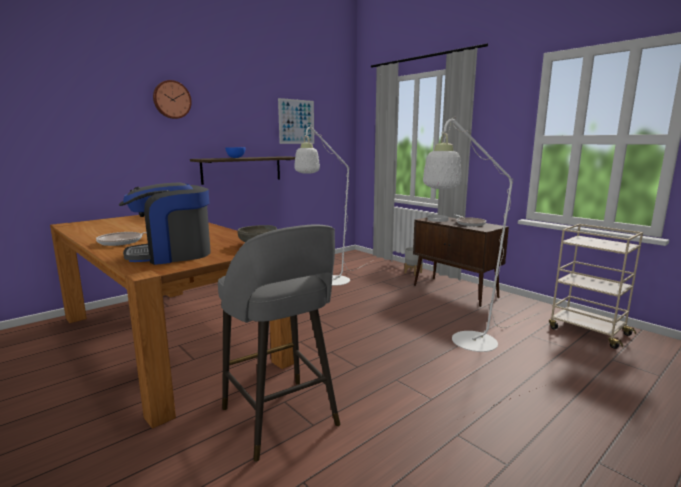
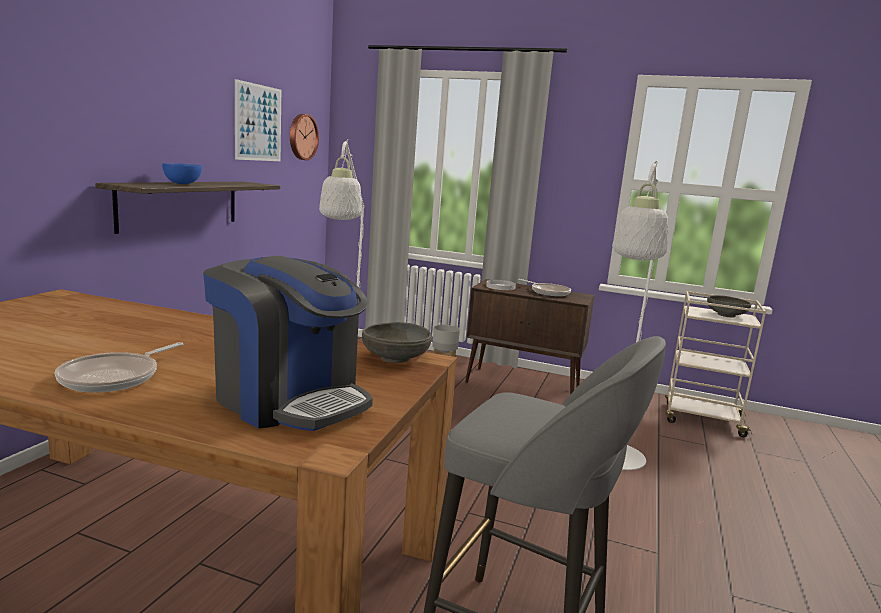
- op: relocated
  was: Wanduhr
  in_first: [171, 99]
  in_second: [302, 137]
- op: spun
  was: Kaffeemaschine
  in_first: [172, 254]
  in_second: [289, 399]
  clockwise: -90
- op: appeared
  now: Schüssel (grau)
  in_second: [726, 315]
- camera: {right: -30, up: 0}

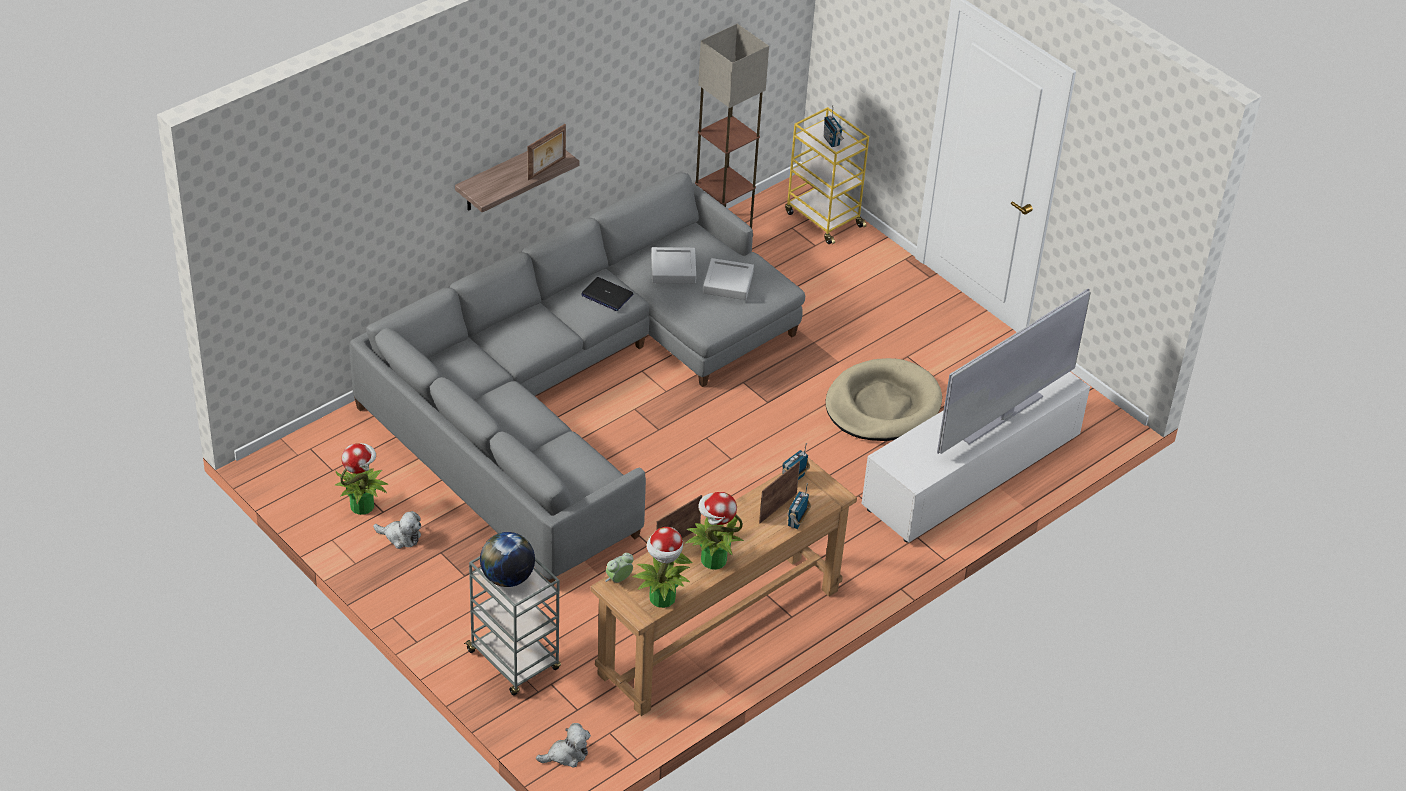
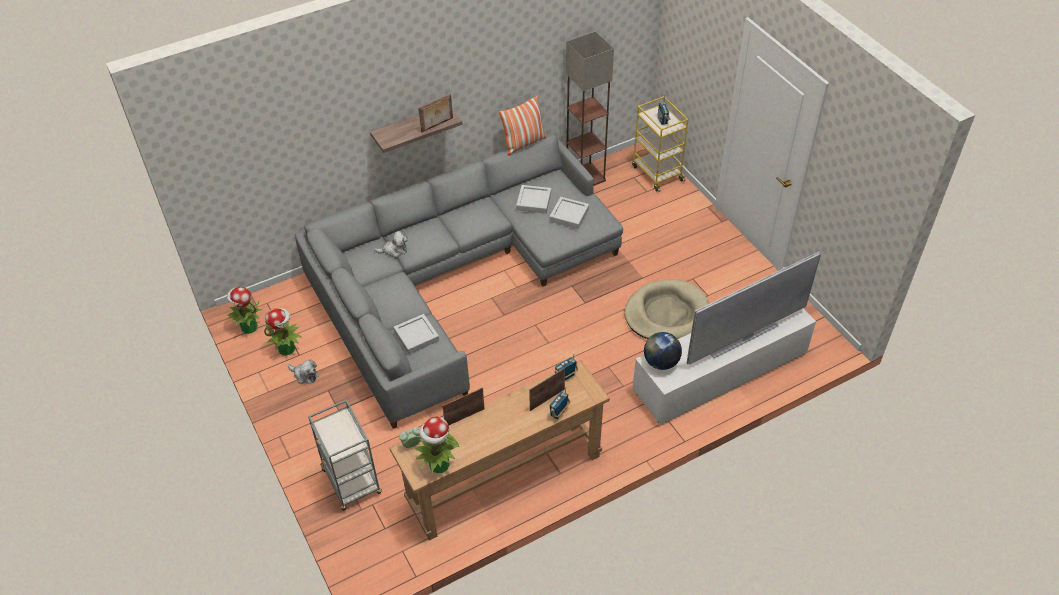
- op: missing
  was: Laptop
  in_first: [606, 295]
- op: relocated
  was: Topfpflanze
  in_first: [712, 560]
  in_second: [248, 327]
- op: relocated
  was: Globus
  in_first: [507, 578]
  in_second: [661, 362]
- op: relocated
  was: Plüschtier
  in_first: [566, 754]
  in_second: [394, 250]
- op: appeared
  now: Kissen
  in_second: [524, 143]
- op: appeared
  now: Tablett (grau)
  in_second: [416, 336]
- camera: {right: 15, up: 5}

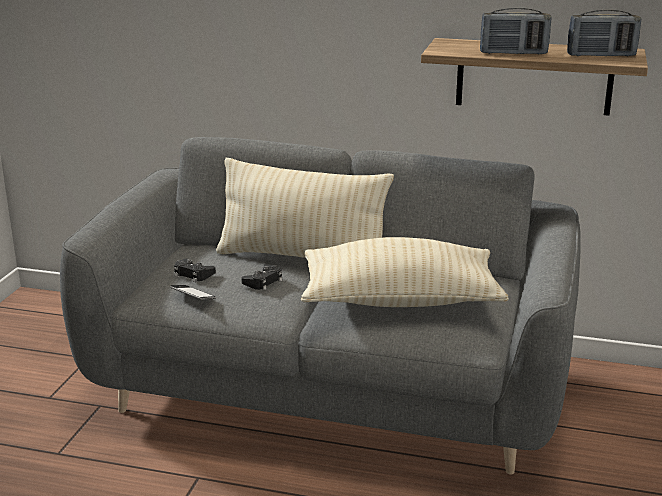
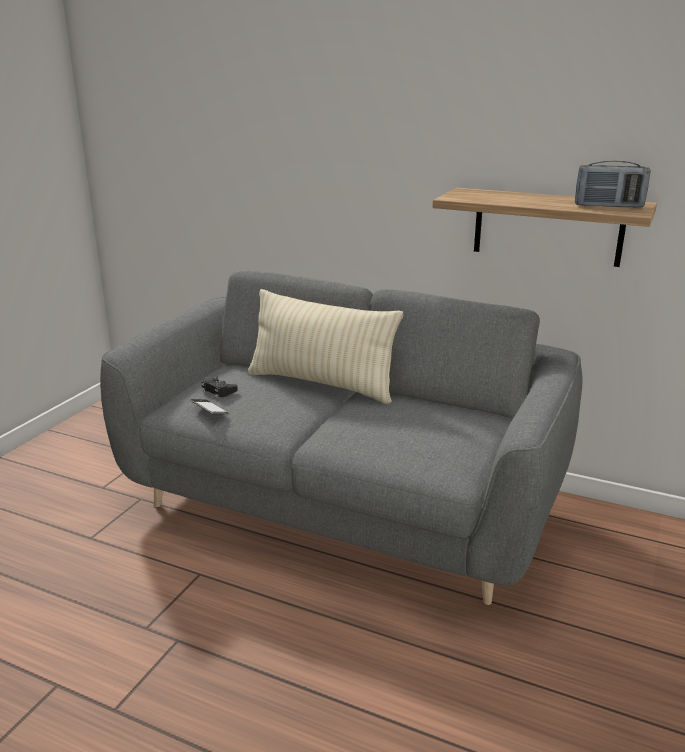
- op: missing
  was: Radio
  in_first: [513, 53]
- op: missing
  was: Kissen (beige)
  in_first: [400, 300]
- op: missing
  was: Gamepad (schwarz)
  in_first: [263, 282]
- camera: {right: 10, up: 0}

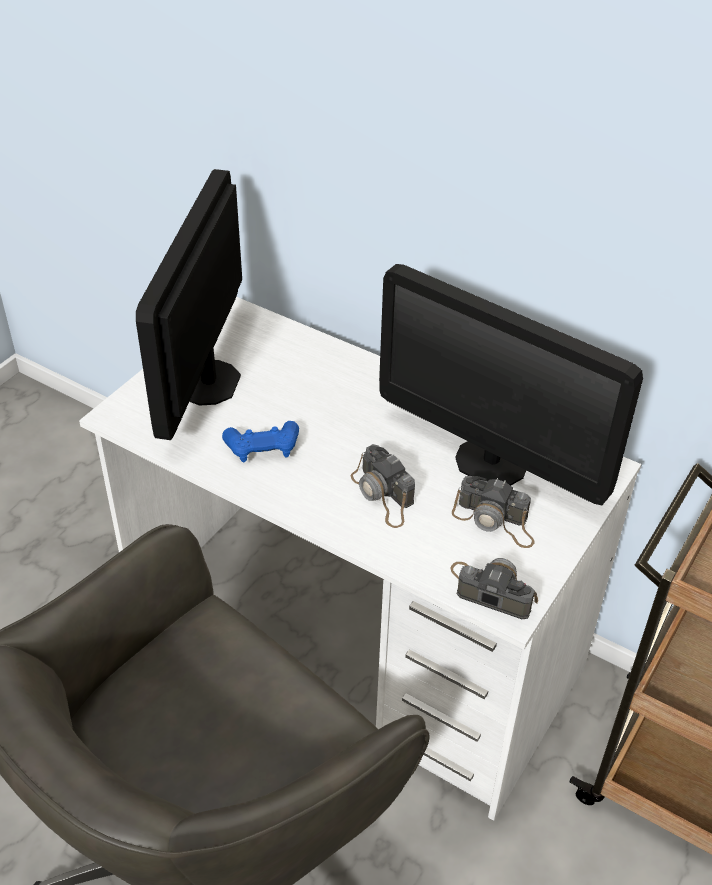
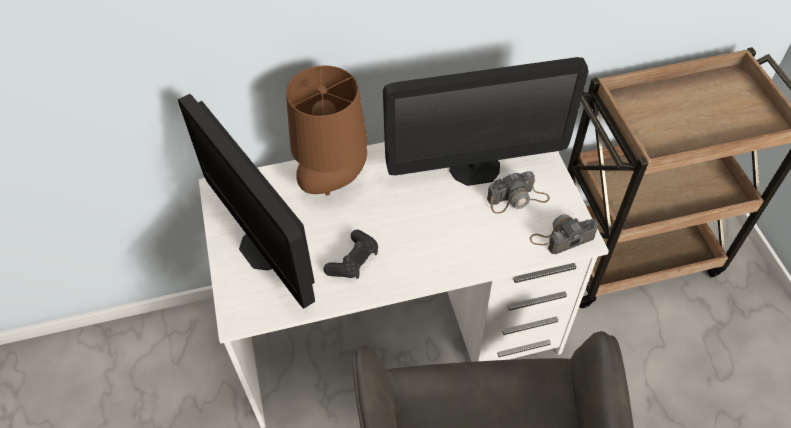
- op: colour
  was: Gamepad (blau)
  now: Gamepad (schwarz)
  in_first: [262, 448]
  in_second: [353, 261]
- op: missing
  was: Kamera
  in_first: [383, 495]
- op: appeared
  now: Tischlampe (braun)
  in_second: [334, 185]
- camera: {right: -45, up: 10}

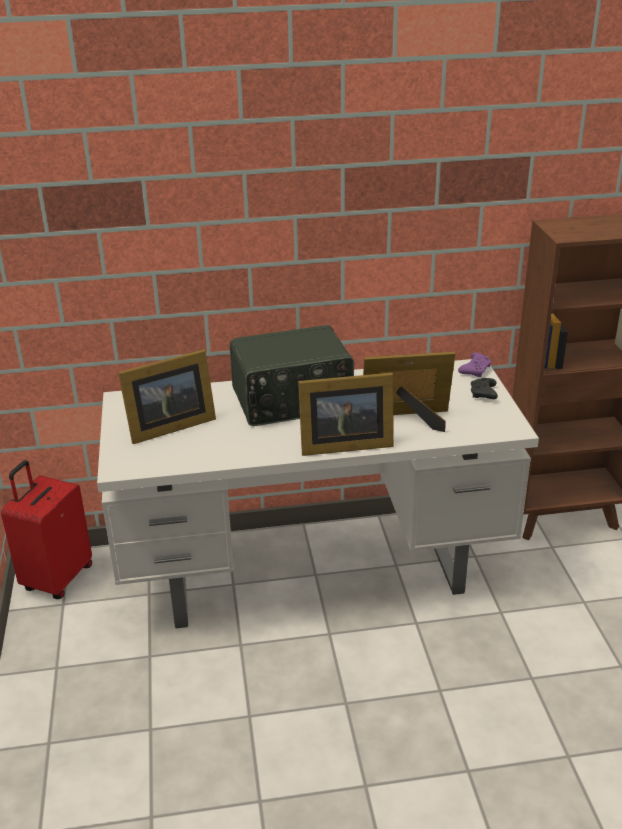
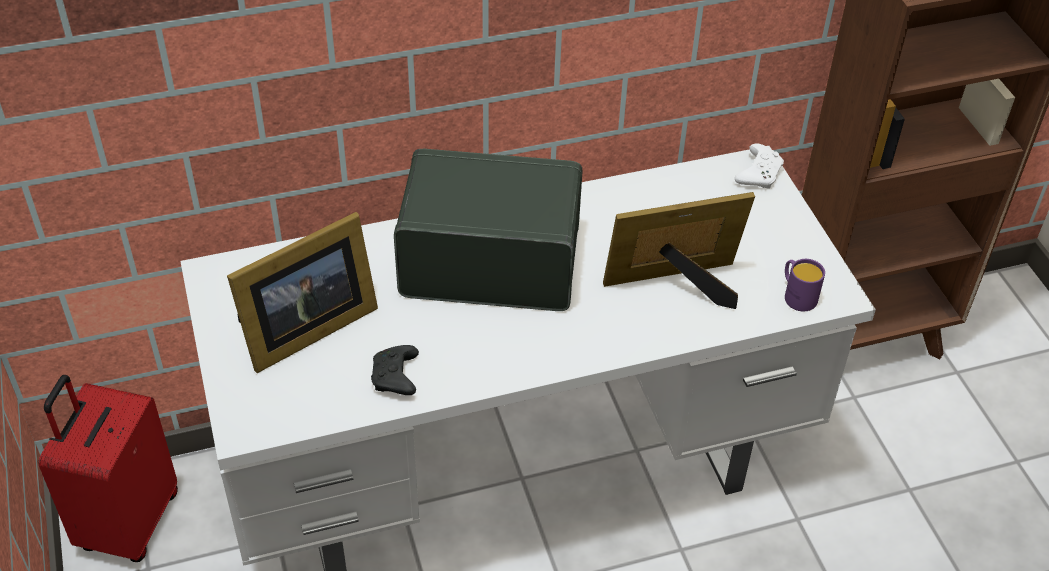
- op: spun
  was: Radio
  in_first: [292, 401]
  in_second: [490, 260]
  clockwise: -150
- op: colour
  was: Gamepad (lila)
  now: Gamepad (weiß)
  in_first: [475, 370]
  in_second: [758, 173]
- op: missing
  was: Bilderrahmen
  in_first: [342, 444]
- op: relocated
  was: Gamepad (schwarz)
  in_first: [483, 394]
  in_second: [396, 378]
- op: appeared
  now: Henkelbecher (lila)
  in_second: [796, 295]
- camera: {right: -10, up: 15}

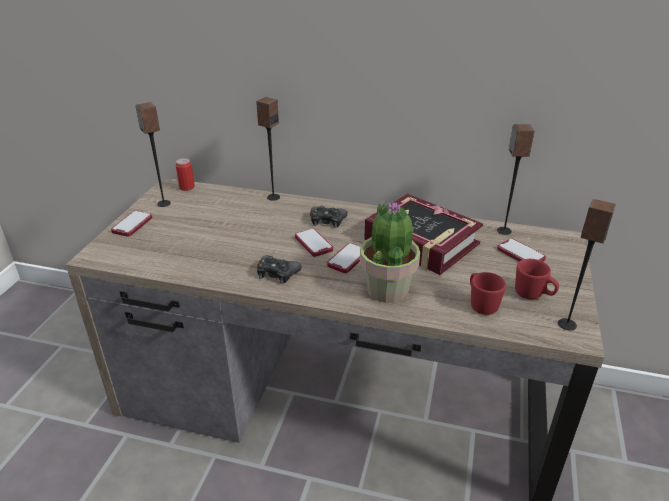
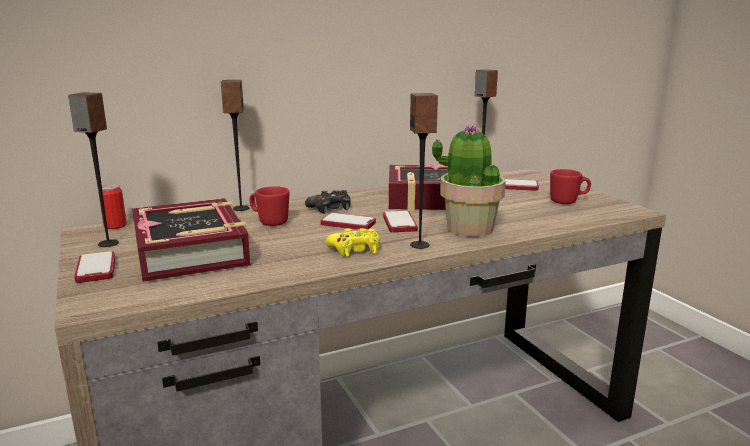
- op: relocated
  was: Lautsprecher
  in_first: [567, 324]
  in_second: [420, 245]
- op: colour
  was: Gamepad (schwarz)
  now: Gamepad (gelb)
  in_first: [277, 273]
  in_second: [355, 249]
- op: relocated
  was: Henkelbecher (rot)
  in_first: [481, 304]
  in_second: [269, 222]
- op: appeared
  now: Buch
  in_second: [192, 251]
- camera: {right: -40, up: -15}

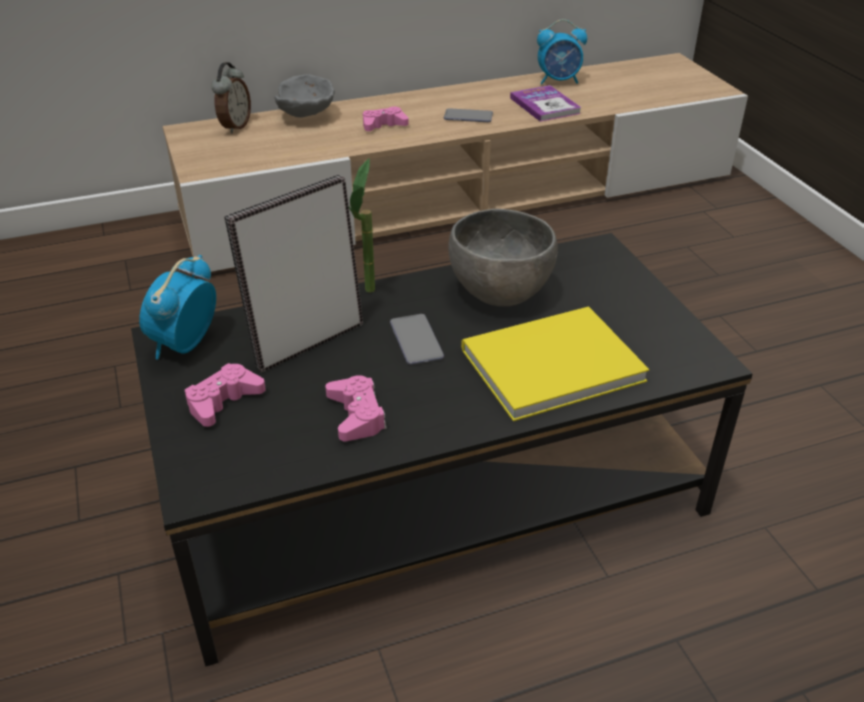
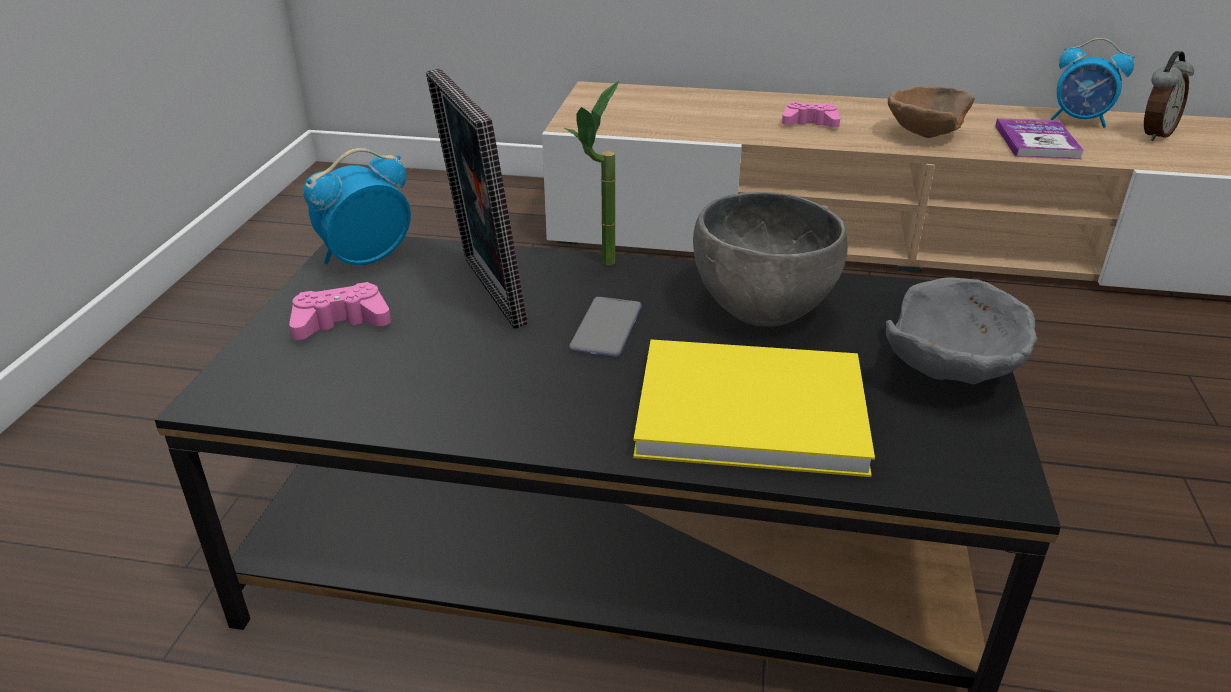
- op: relocated
  was: Wecker
  in_first: [234, 127]
  in_second: [1154, 134]
- op: relocated
  was: Schüssel (grau)
  in_first: [307, 117]
  in_second: [950, 375]
- op: exchanged
  was: Handy
  now: Schüssel (braun)
  in_first: [468, 117]
  in_second: [922, 134]
- op: spun
  was: Bilderrahmen
  in_first: [306, 342]
  in_second: [484, 293]
  clockwise: -105
- op: missing
  was: Gamepad (rosa)
  in_first: [356, 415]
- camera: {right: 30, up: -5}

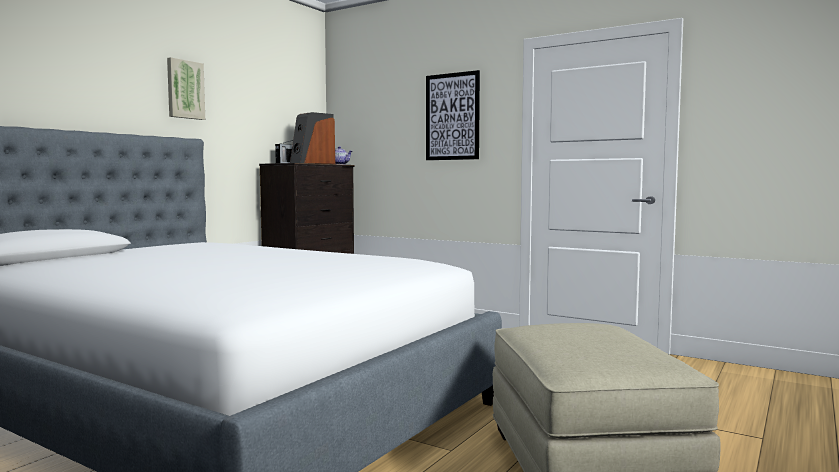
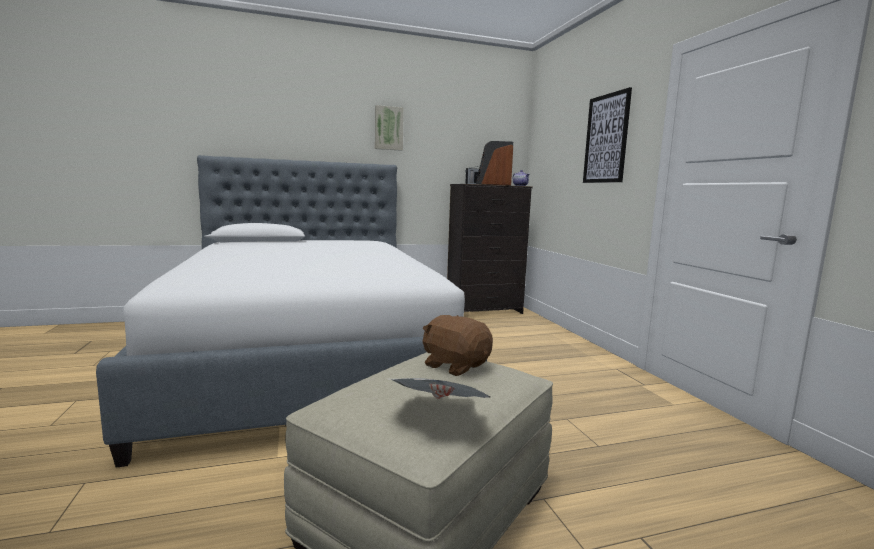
- op: appeared
  now: Plüschtier (braun)
  in_second: [455, 365]
- op: appeared
  now: Zeitung
  in_second: [440, 415]
- camera: {right: 40, up: 5}

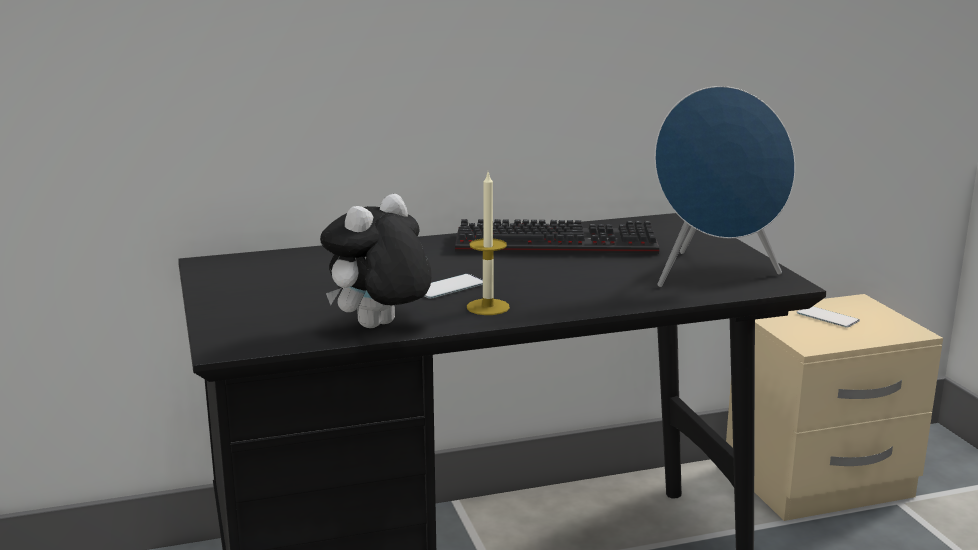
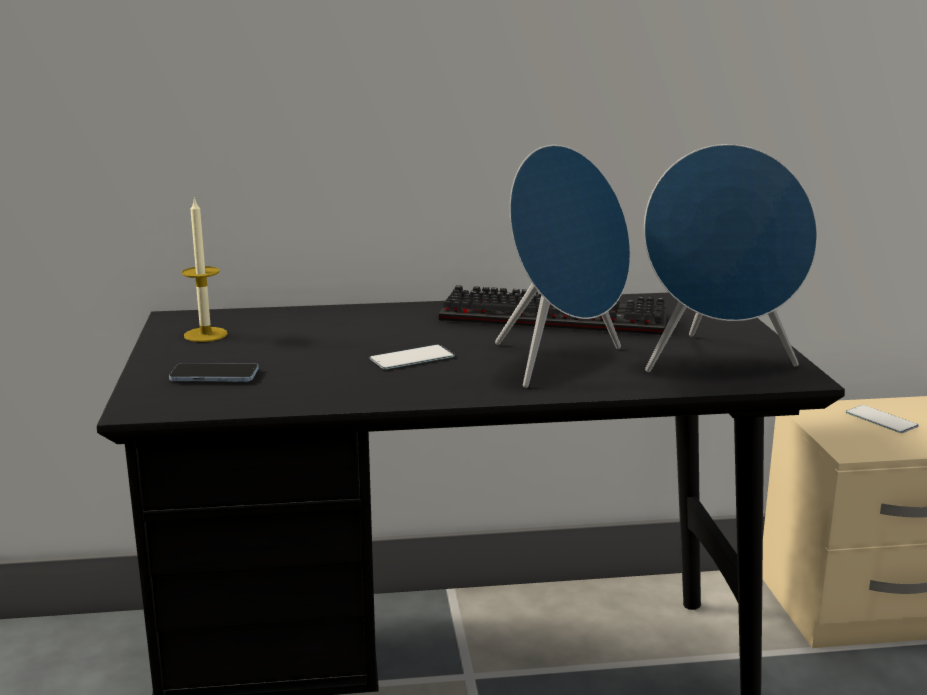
- op: relocated
  was: Kerze
  in_first: [488, 307]
  in_second: [205, 334]
- op: missing
  was: Plüschtier
  in_first: [379, 328]
- op: appeared
  now: Lautsprecher (blau)
  in_second: [561, 363]
- op: appeared
  now: Handy
  in_second: [214, 375]
- camera: {right: 10, up: 0}

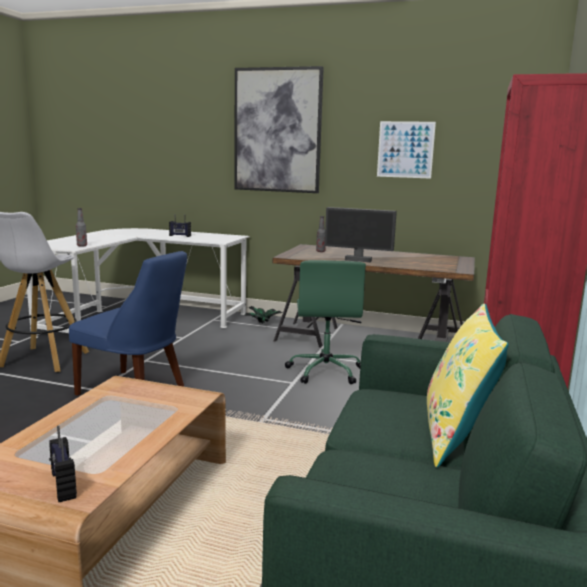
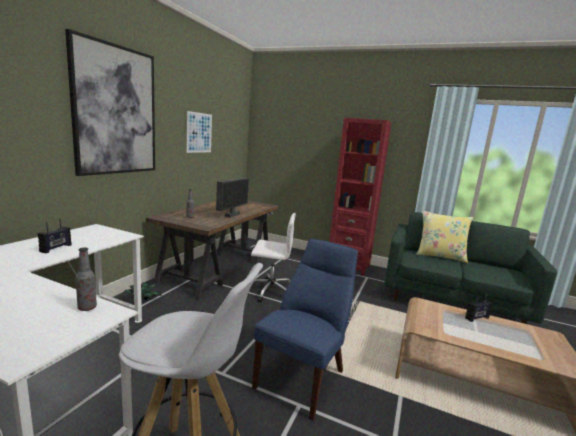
- op: colour
  was: Bürostuhl (grün)
  now: Bürostuhl (weiß)
  in_first: [325, 371]
  in_second: [269, 290]
- op: relocated
  was: Radio
  in_first: [62, 485]
  in_second: [477, 318]
- camera: {right: -85, up: 0}

